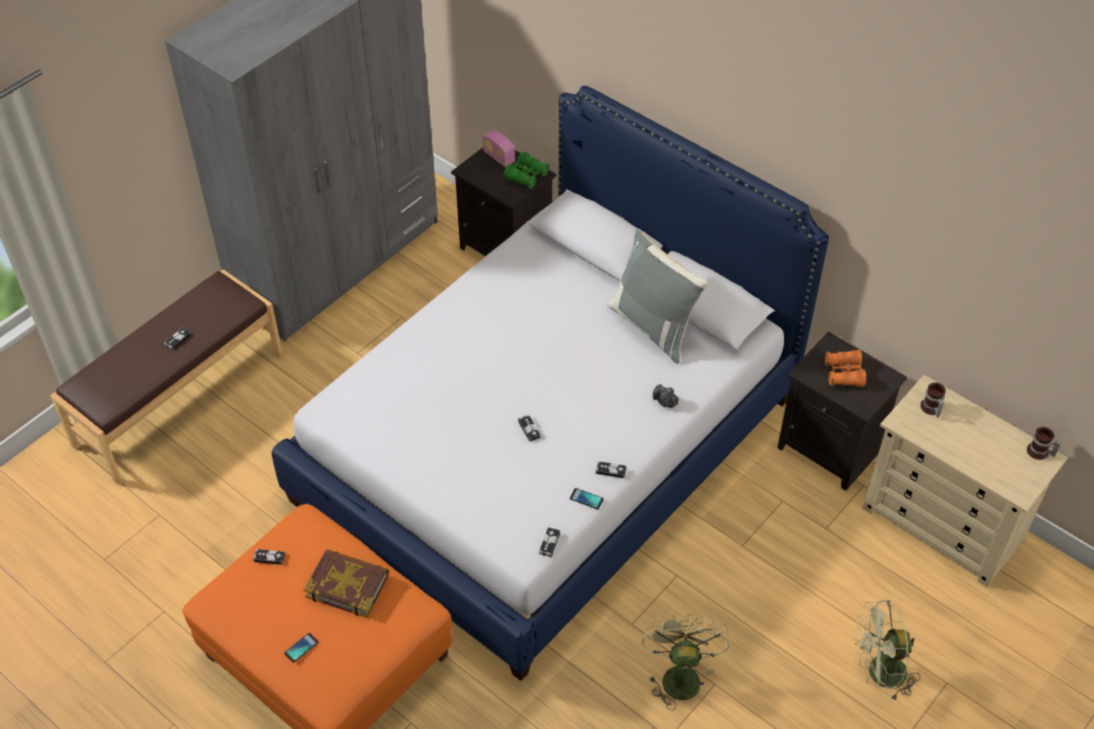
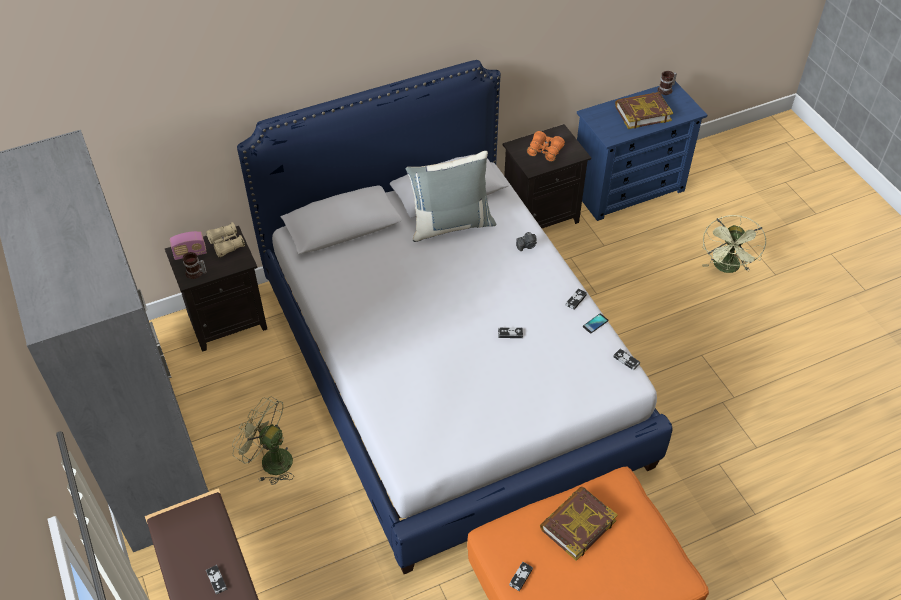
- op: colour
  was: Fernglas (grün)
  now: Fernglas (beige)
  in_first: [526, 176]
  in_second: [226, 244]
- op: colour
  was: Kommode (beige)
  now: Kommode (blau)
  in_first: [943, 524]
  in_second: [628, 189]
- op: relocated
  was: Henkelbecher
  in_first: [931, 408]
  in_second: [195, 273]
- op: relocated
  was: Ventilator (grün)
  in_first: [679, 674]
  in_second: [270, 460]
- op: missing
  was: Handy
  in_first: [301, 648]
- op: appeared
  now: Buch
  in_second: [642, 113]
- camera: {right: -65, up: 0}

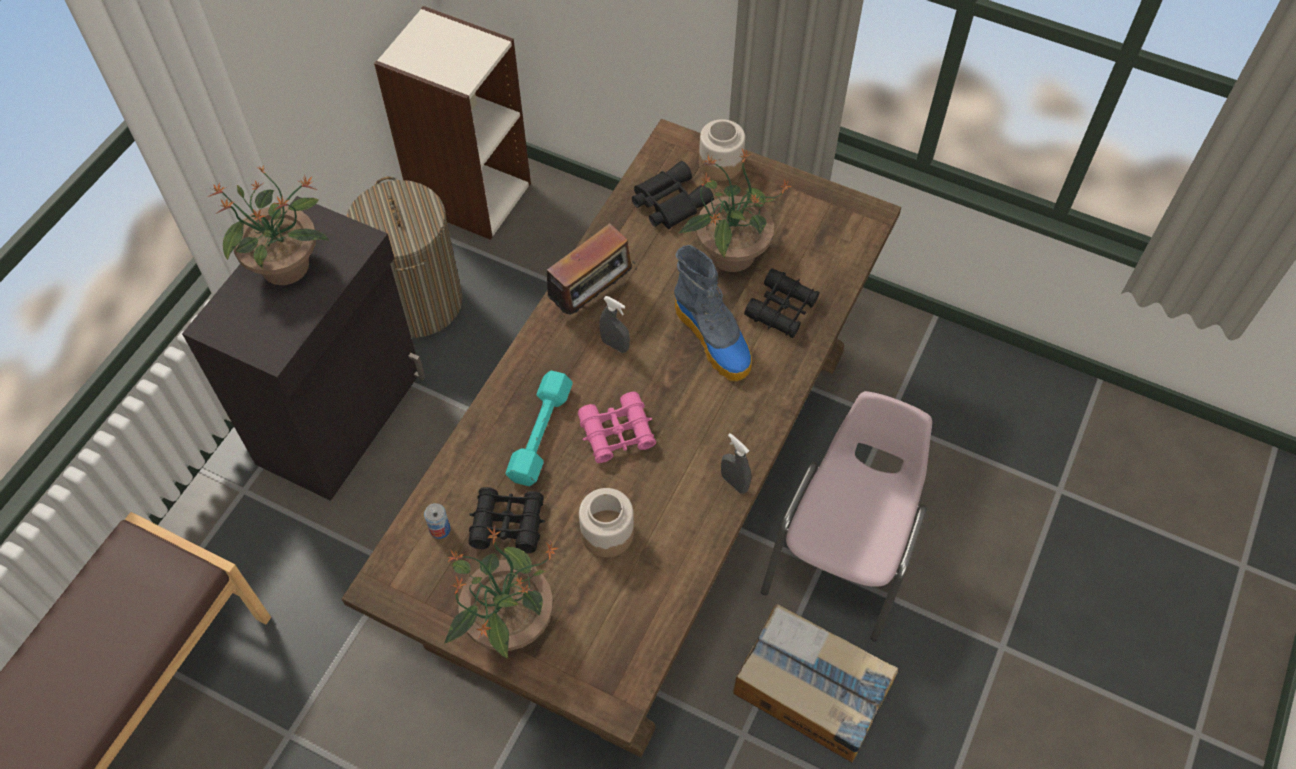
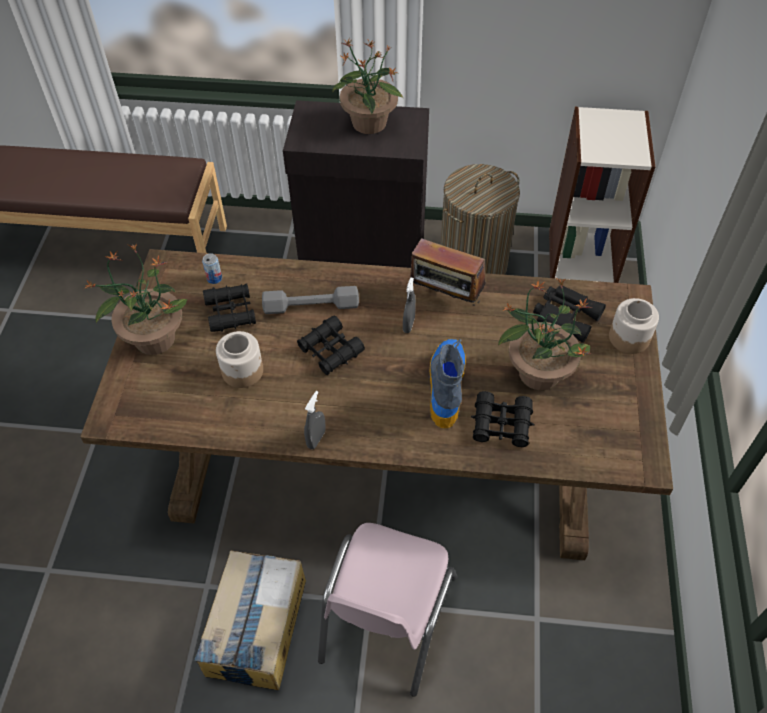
- op: spun
  was: Stiefel
  in_first: [713, 339]
  in_second: [446, 385]
  clockwise: 150
- op: colour
  was: Hantel (türkis)
  now: Hantel (grau)
  in_first: [540, 433]
  in_second: [311, 306]
- op: spun
  was: Stuhl (rosa)
  in_first: [844, 555]
  in_second: [386, 618]
  clockwise: 105
- op: colour
  was: Fernglas (rosa)
  now: Fernglas (schwarz)
  in_first: [617, 433]
  in_second: [330, 350]
- camera: {right: 70, up: -5}

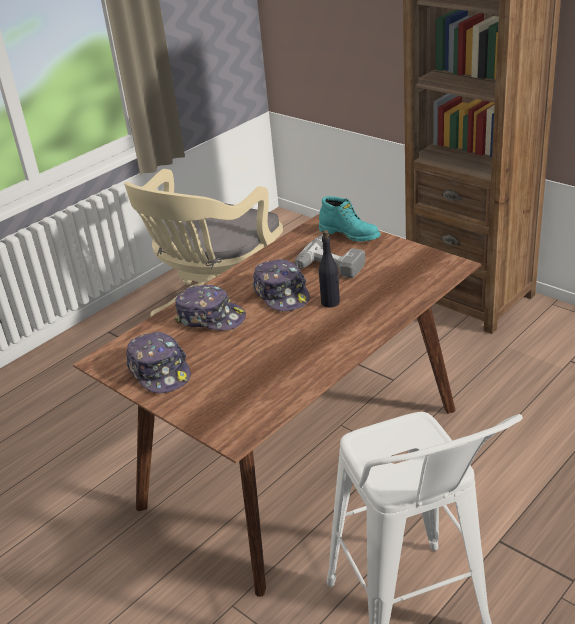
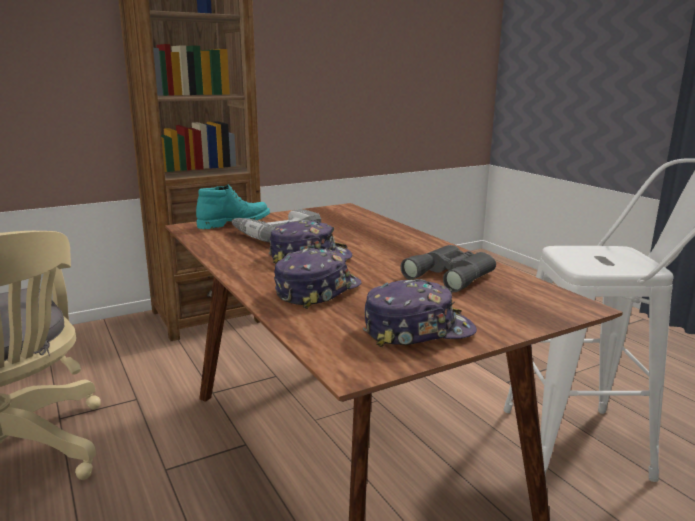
- op: missing
  was: Flasche (schwarz)
  in_first: [330, 302]
- op: appeared
  now: Fernglas (grau)
  in_second: [452, 275]
- camera: {right: -75, up: -15}

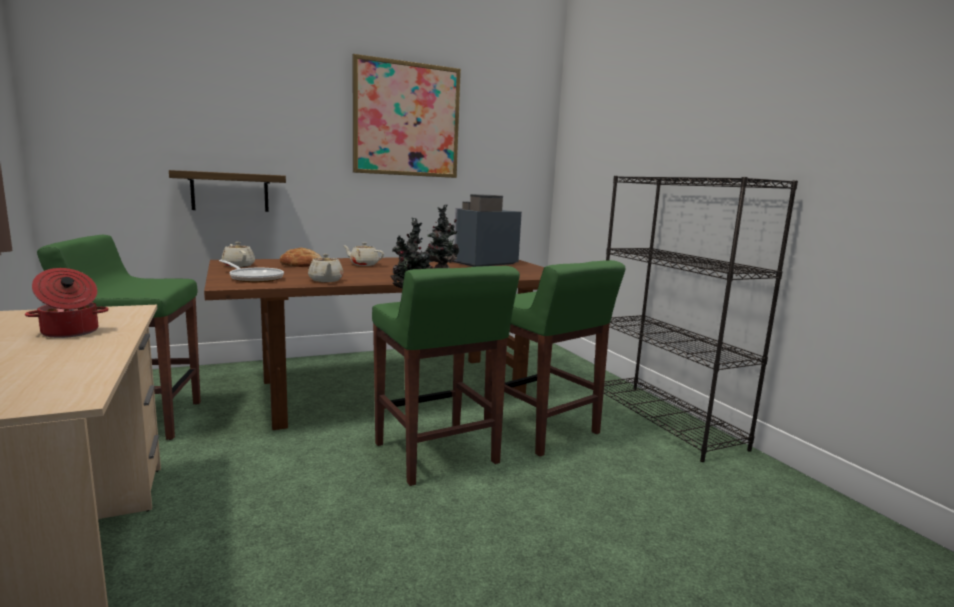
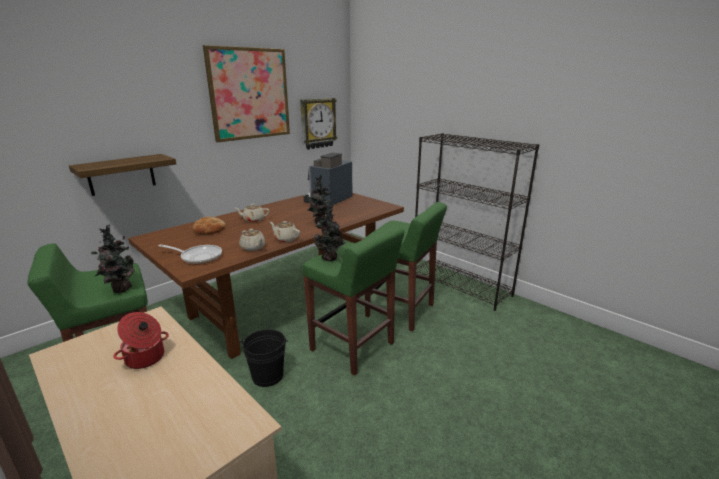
- op: relocated
  was: Teekanne (beige)
  in_first: [238, 265]
  in_second: [285, 239]
- op: appeared
  now: Wanduhr
  in_second: [317, 123]
- op: appeared
  now: Topfpflanze
  in_second: [120, 289]
- op: appeared
  now: Eimer (schwarz)
  in_second: [267, 376]
- camera: {right: -20, up: 10}

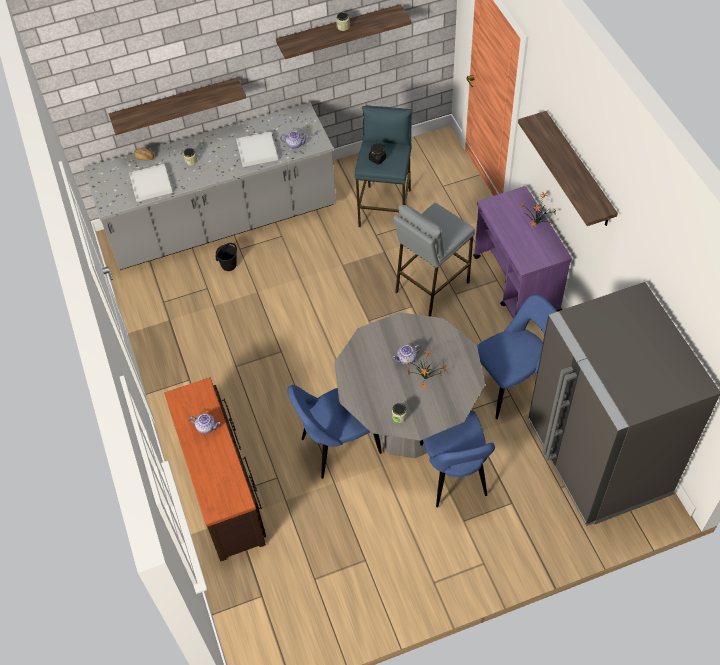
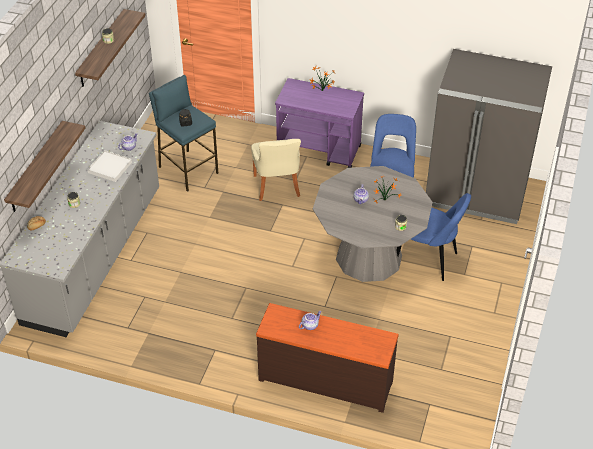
- op: missing
  was: Wandregal
  in_first: [578, 170]
- op: missing
  was: Tablett (weiß)
  in_first: [151, 184]
- op: exchanged
  was: Hocker (grau)
  now: Stuhl (beige)
  in_first: [431, 287]
  in_second: [277, 187]
- op: missing
  was: Eimer (schwarz)
  in_first: [229, 265]
- op: missing
  was: Stuhl (blau)
  in_first: [337, 447]
- camera: {right: -55, up: -10}

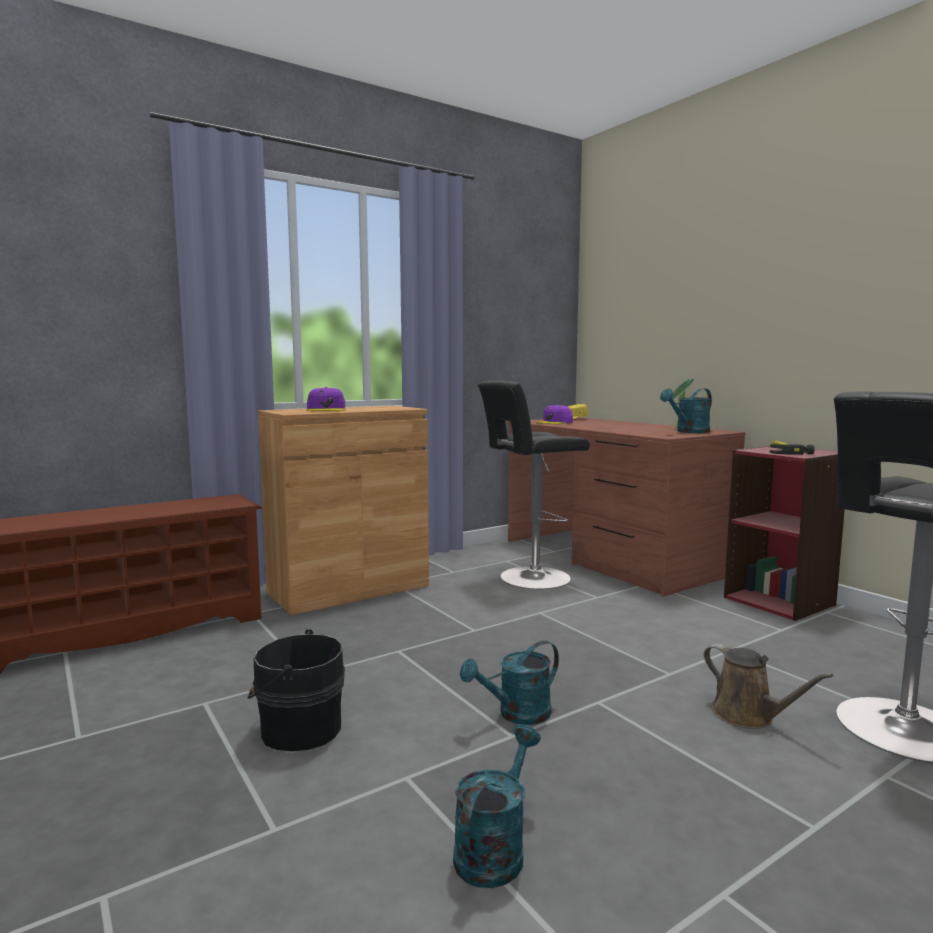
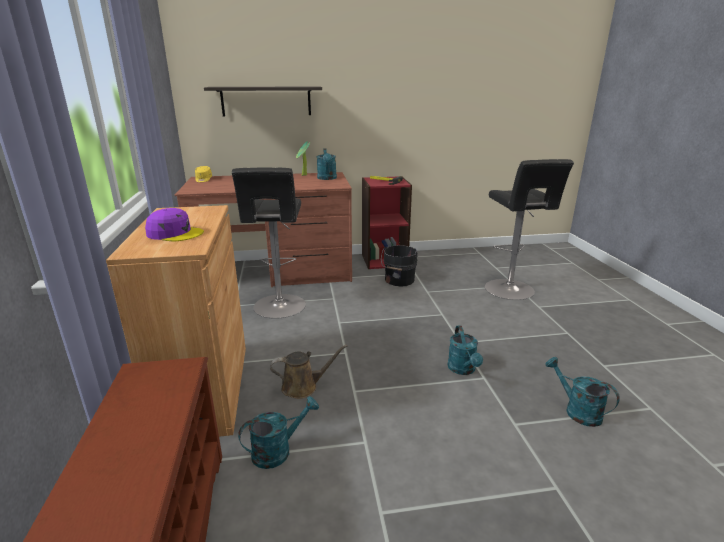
- op: missing
  was: Kappe (lila)
  in_first: [555, 422]
- op: relocated
  was: Eimer (schwarz)
  in_first: [298, 729]
  in_second: [398, 280]
- op: relocated
  was: Gießkanne (braun)
  in_first: [748, 716]
  in_second: [303, 387]
- op: appeared
  now: Wandregal
  in_second: [266, 101]
- op: appeared
  now: Gießkanne (türkis)
  in_second: [278, 450]
- camera: {right: -65, up: 15}

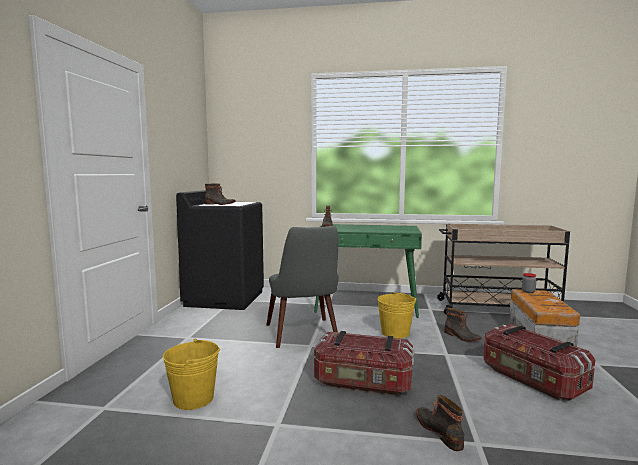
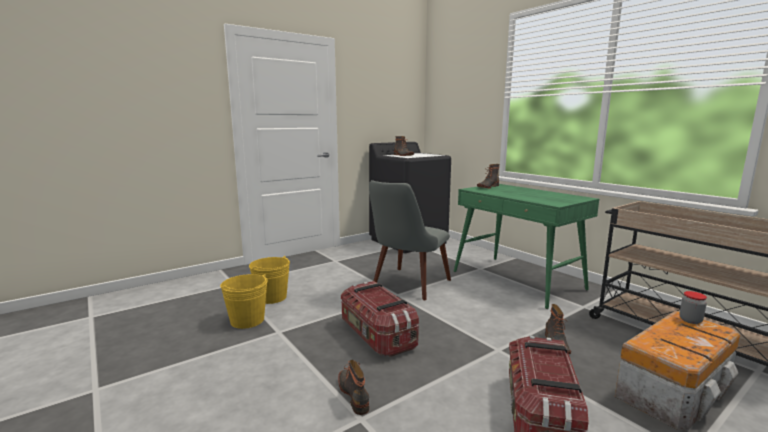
- op: relocated
  was: Eimer (gelb)
  in_first: [395, 333]
  in_second: [247, 320]
- op: spun
  was: Stiefel
  in_first: [440, 431]
  in_second: [354, 394]
  clockwise: -45
- camera: {right: 45, up: 5}

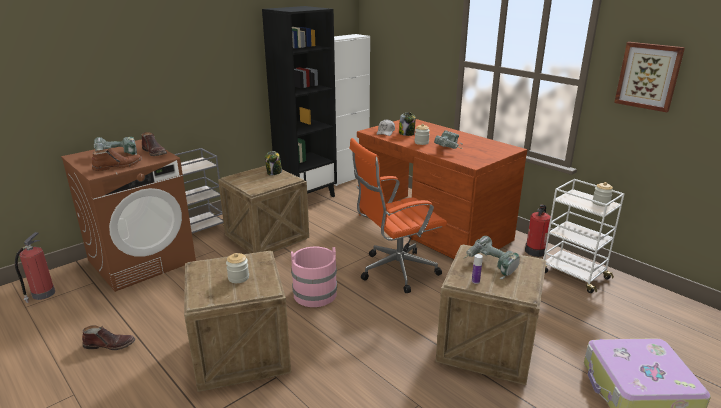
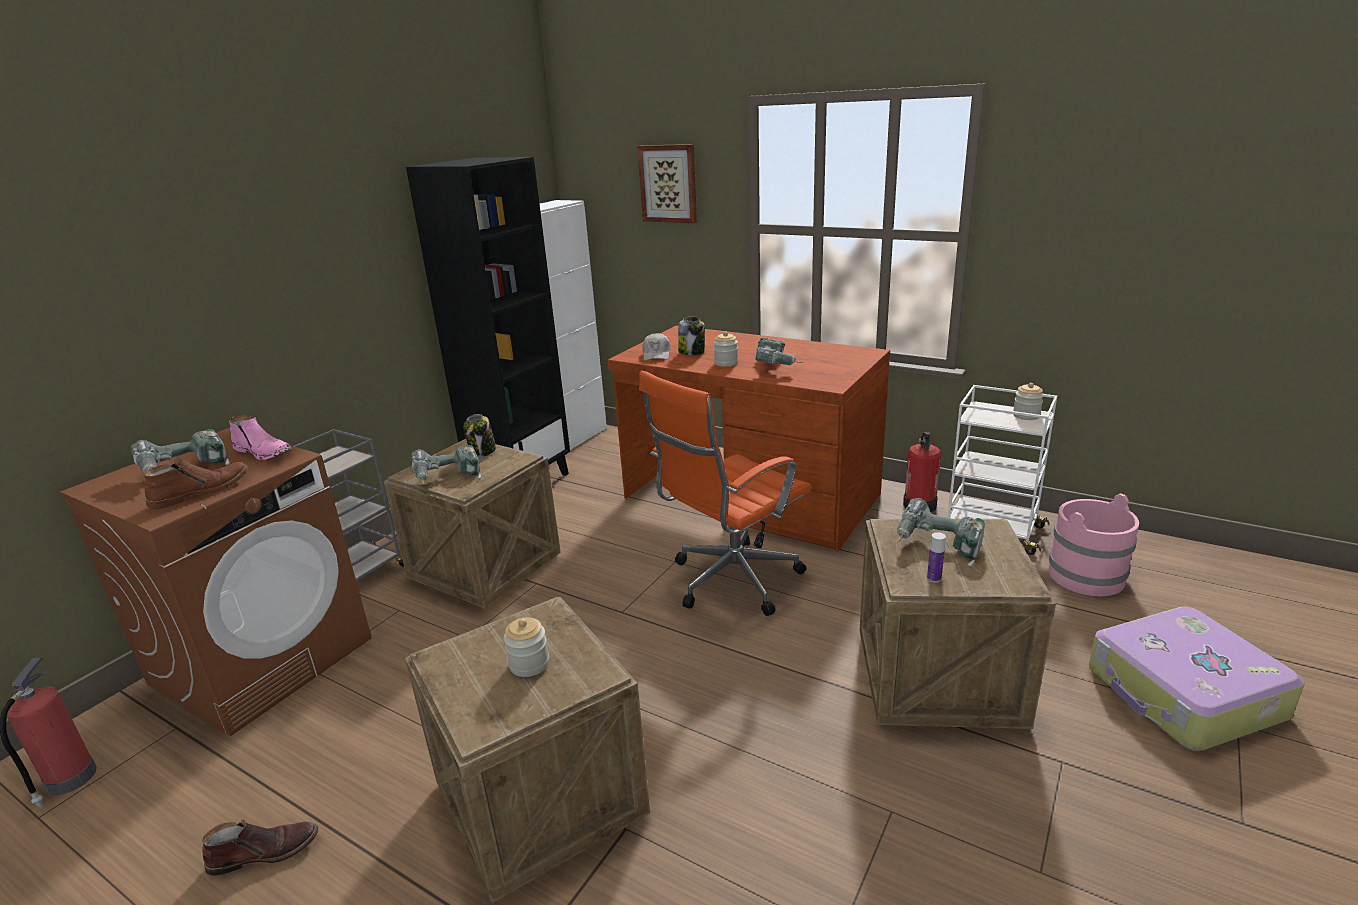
- op: relocated
  was: Bild
  in_first: [648, 76]
  in_second: [669, 183]
- op: colour
  was: Stiefel (braun)
  now: Stiefel (rosa)
  in_first: [155, 152]
  in_second: [264, 452]
- op: relocated
  was: Eimer (rosa)
  in_first: [315, 294]
  in_second: [1086, 575]
- op: appeared
  now: Bohrmaschine
  in_second: [448, 478]
- camera: {right: -15, up: 0}

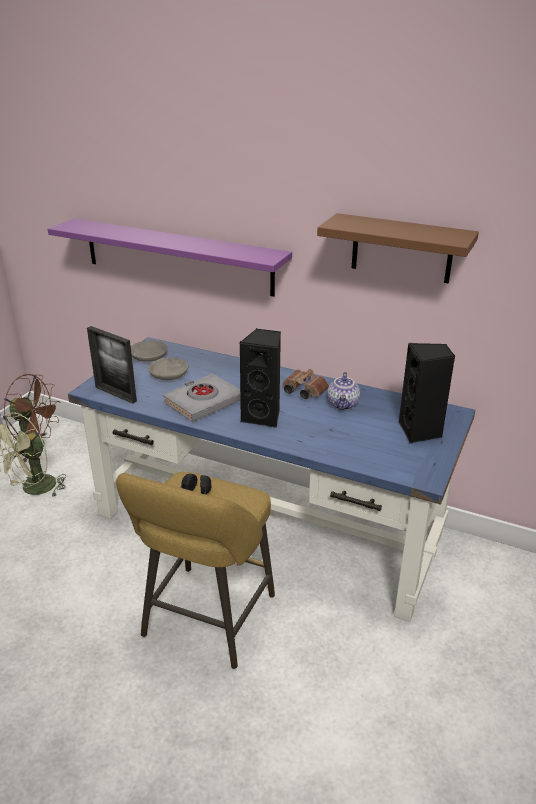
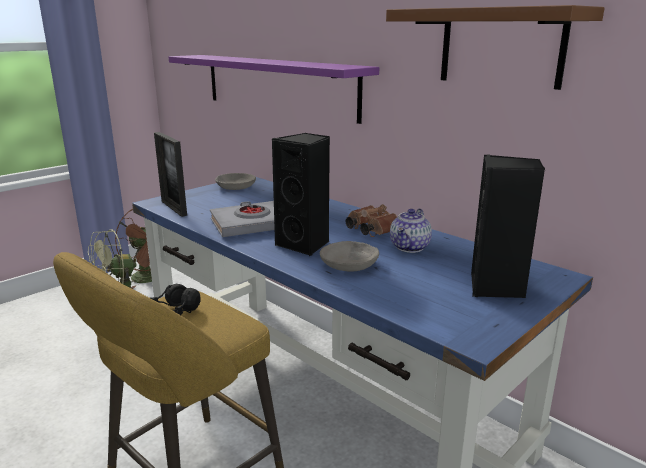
- op: relocated
  was: Schüssel (grau)
  in_first: [169, 374]
  in_second: [350, 264]
- camera: {right: 20, up: -10}

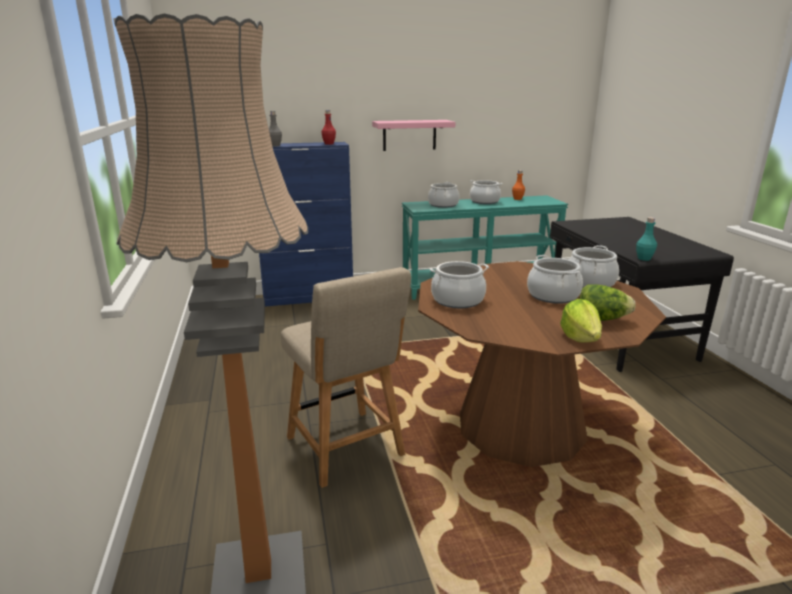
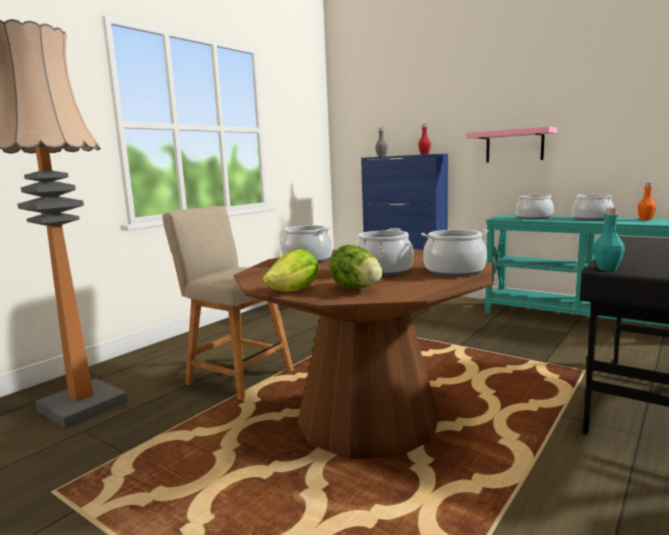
- op: spun
  was: Stuhl (beige)
  in_first: [347, 449]
  in_second: [236, 376]
  clockwise: 105
- camera: {right: 50, up: -10}

